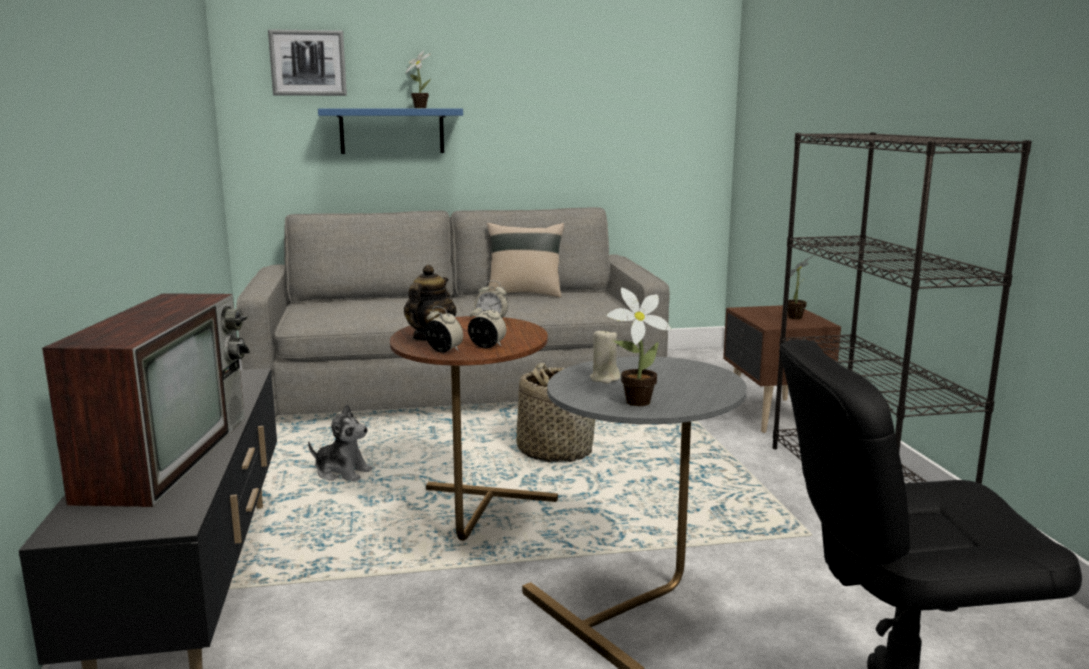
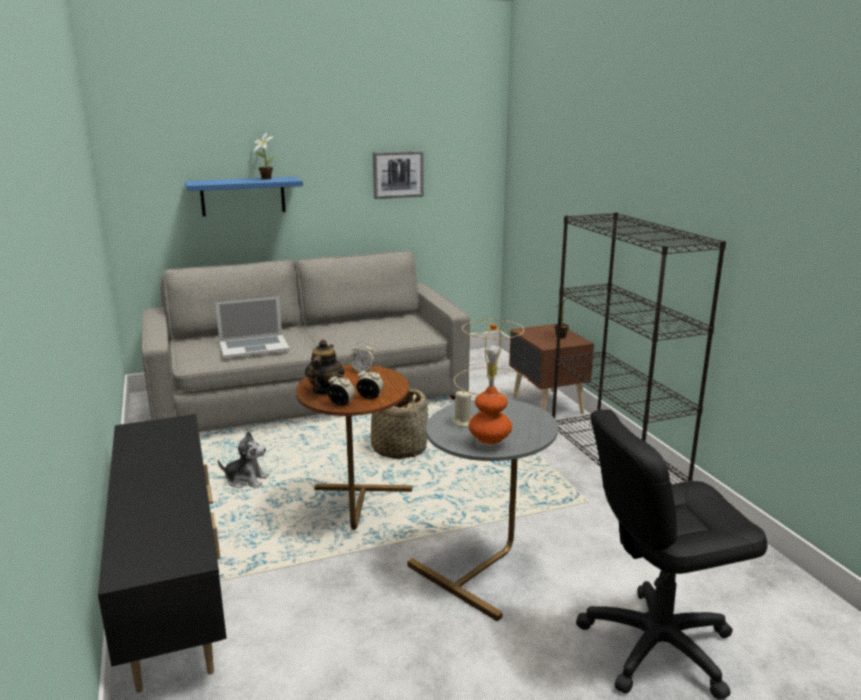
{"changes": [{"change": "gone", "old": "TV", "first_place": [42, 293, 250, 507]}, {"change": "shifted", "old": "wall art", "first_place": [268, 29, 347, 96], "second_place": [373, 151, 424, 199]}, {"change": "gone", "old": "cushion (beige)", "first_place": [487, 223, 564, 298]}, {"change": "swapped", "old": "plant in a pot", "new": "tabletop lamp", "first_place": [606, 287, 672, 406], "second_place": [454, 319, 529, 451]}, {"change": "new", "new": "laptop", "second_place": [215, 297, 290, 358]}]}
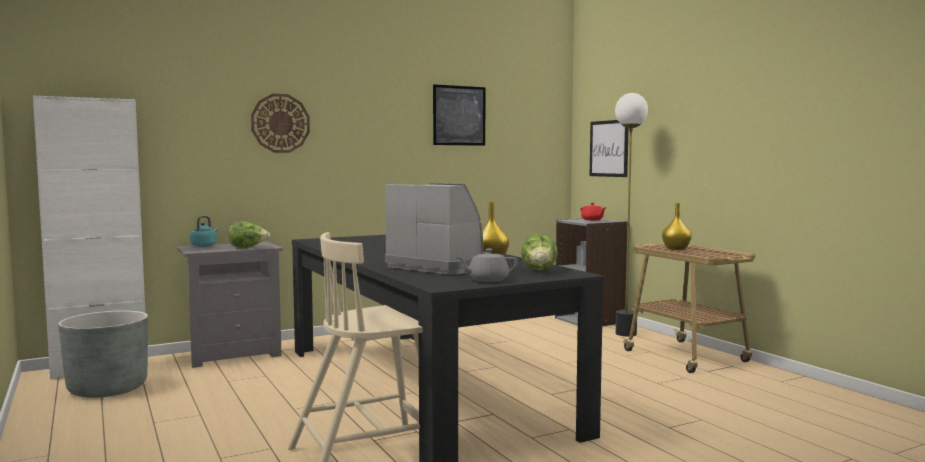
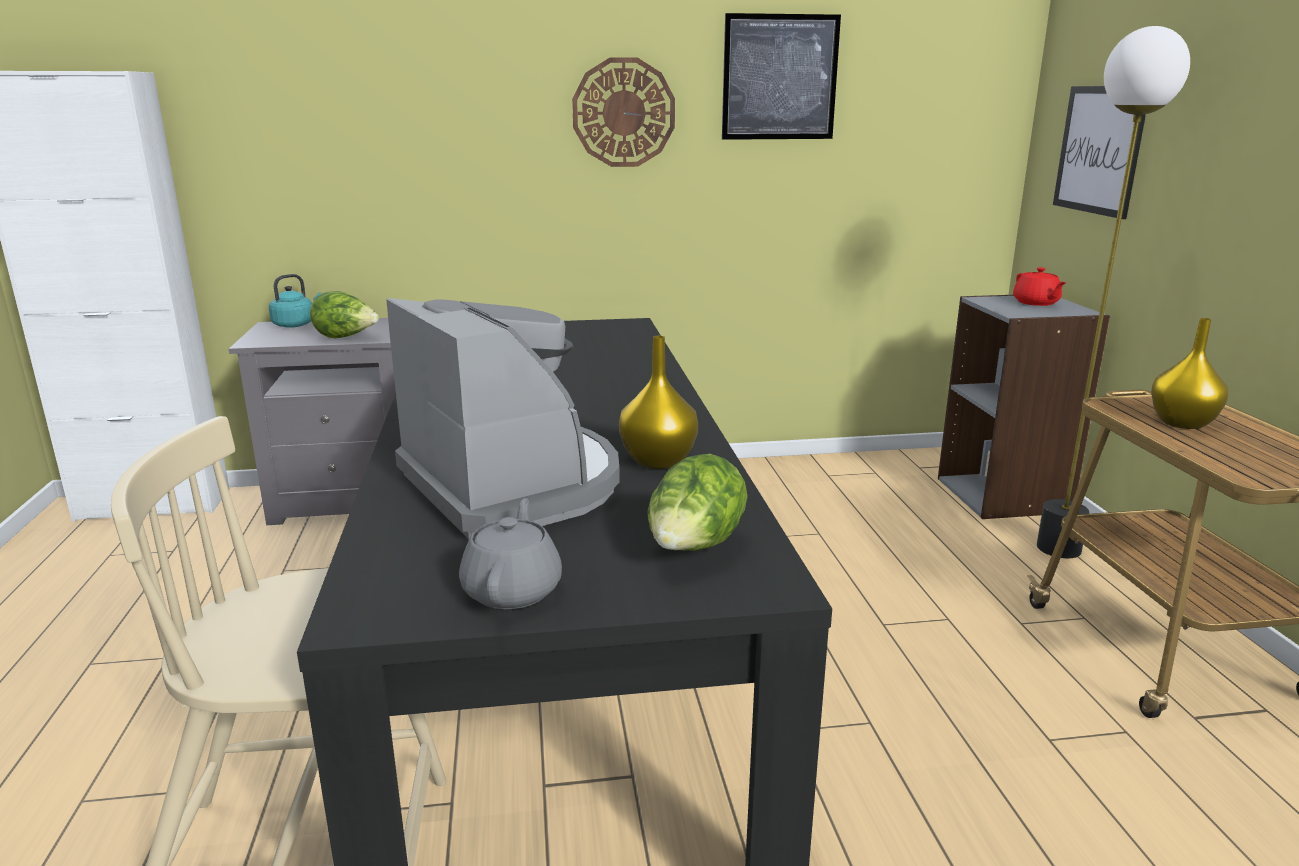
{"changes": [{"change": "gone", "old": "planter (greyish)", "first_place": [58, 310, 148, 398]}, {"change": "shifted", "old": "clock on the wall", "first_place": [251, 94, 310, 153], "second_place": [572, 57, 675, 167]}, {"change": "rotated", "old": "teapot (greyish)", "first_place": [456, 249, 518, 282], "second_place": [459, 498, 562, 609], "degrees": 90}]}
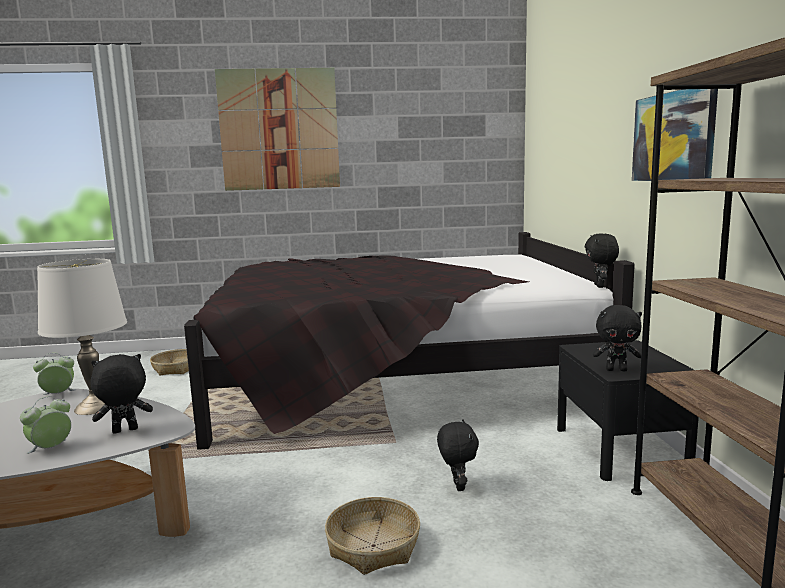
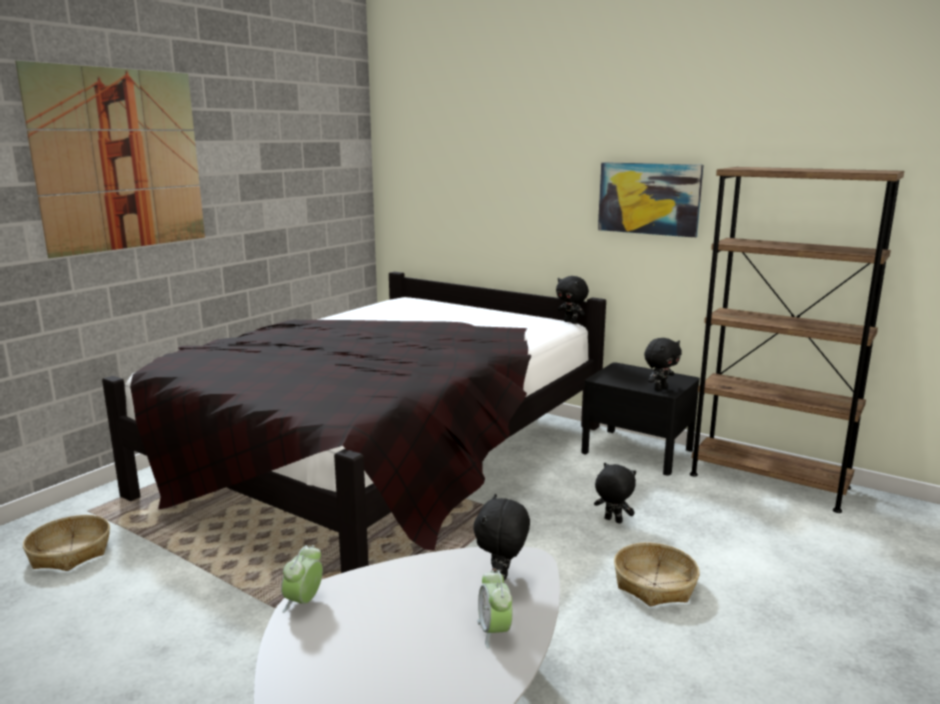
{"changes": [{"change": "gone", "old": "tabletop lamp (whitish)", "first_place": [37, 259, 127, 415]}]}
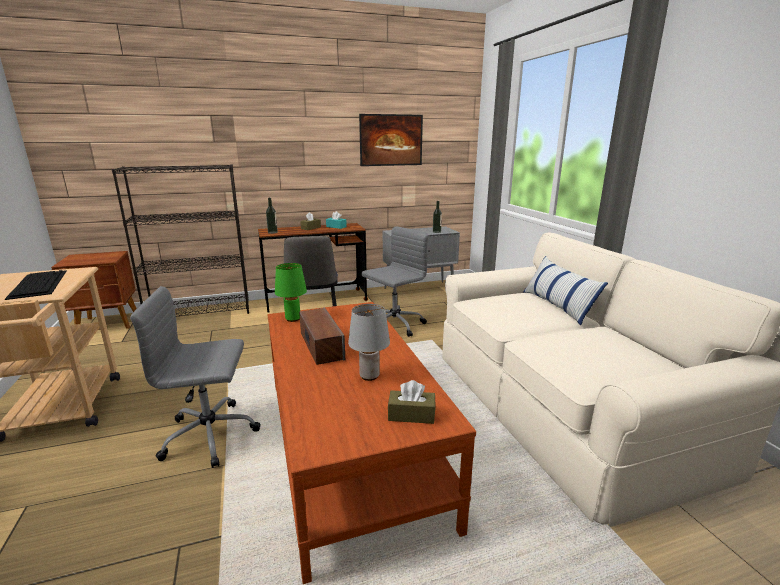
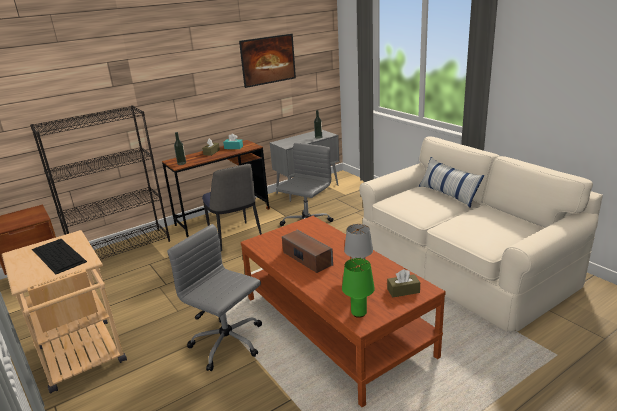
{"changes": [{"change": "rotated", "old": "desk chair (greyish)", "first_place": [130, 286, 260, 468], "second_place": [167, 224, 262, 371], "degrees": 60}, {"change": "shifted", "old": "tabletop lamp (greenish)", "first_place": [275, 263, 307, 322], "second_place": [342, 258, 375, 318]}]}
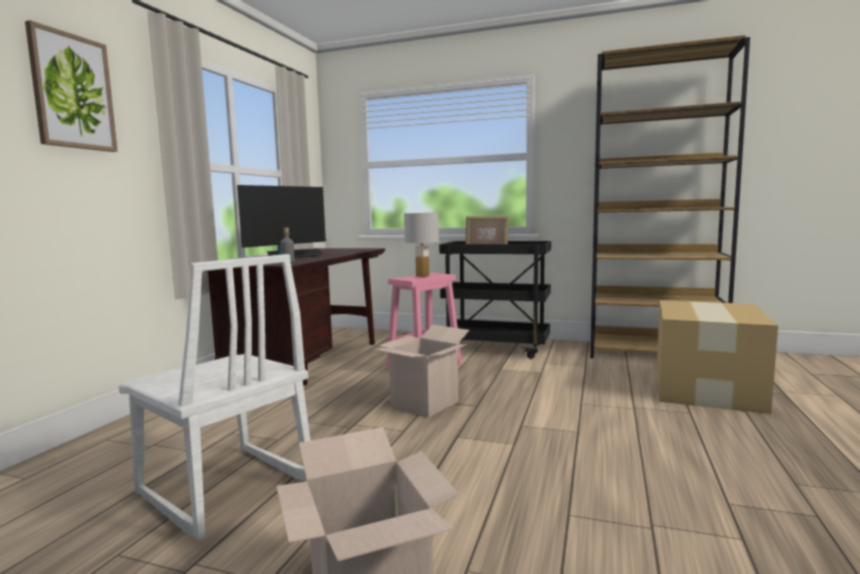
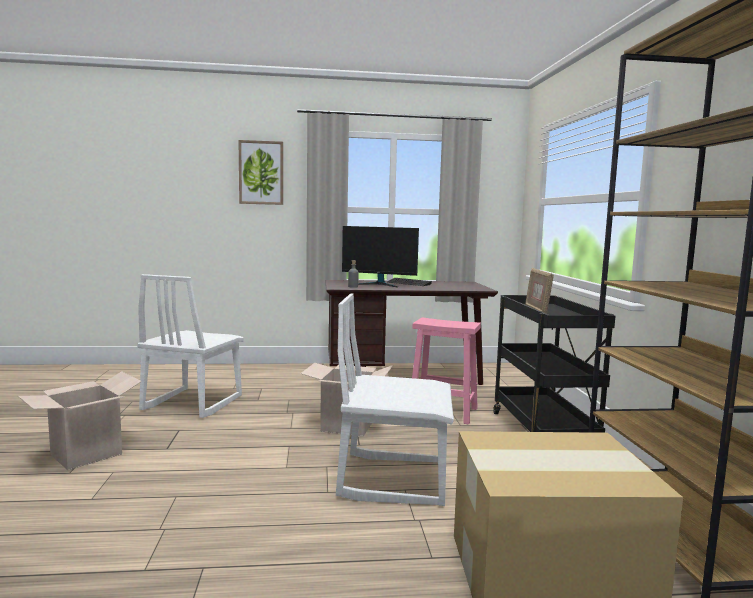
{"changes": [{"change": "gone", "old": "tabletop lamp (whitish)", "first_place": [404, 213, 439, 277]}, {"change": "new", "new": "upright chair (whitish)", "second_place": [336, 293, 454, 506]}]}
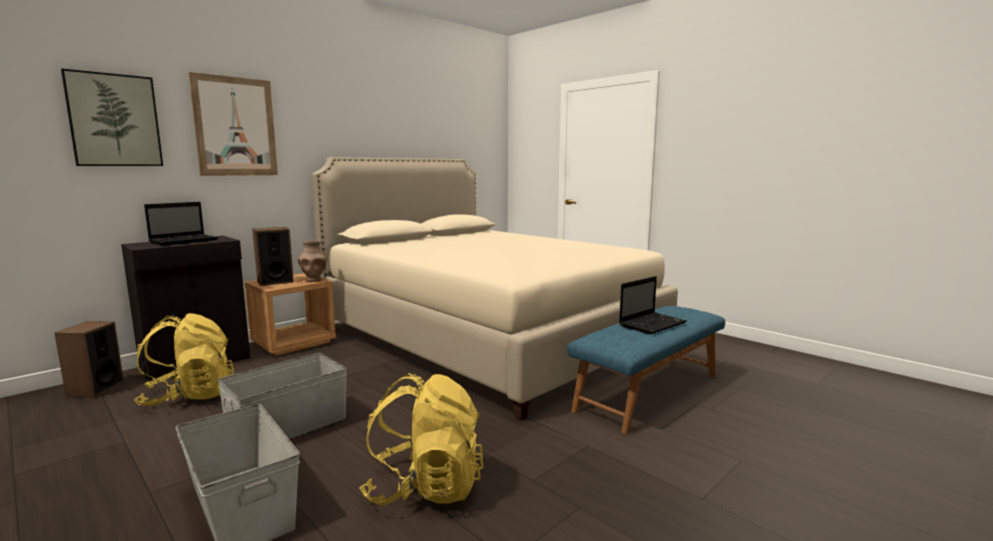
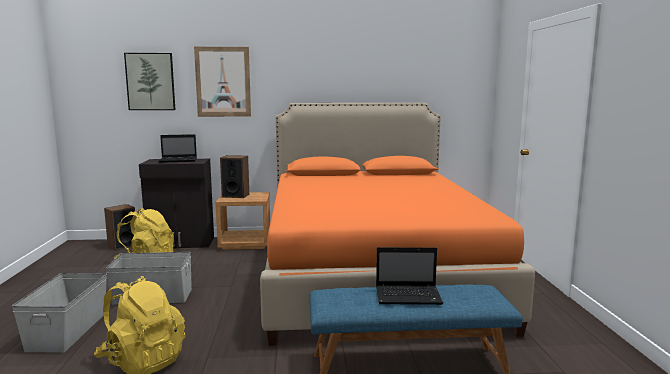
{"changes": [{"change": "gone", "old": "vase (brownish)", "first_place": [298, 240, 327, 282]}, {"change": "repainted", "old": "bed (beige)", "new": "bed (orange)", "first_place": [311, 157, 678, 420], "second_place": [260, 103, 535, 346]}]}
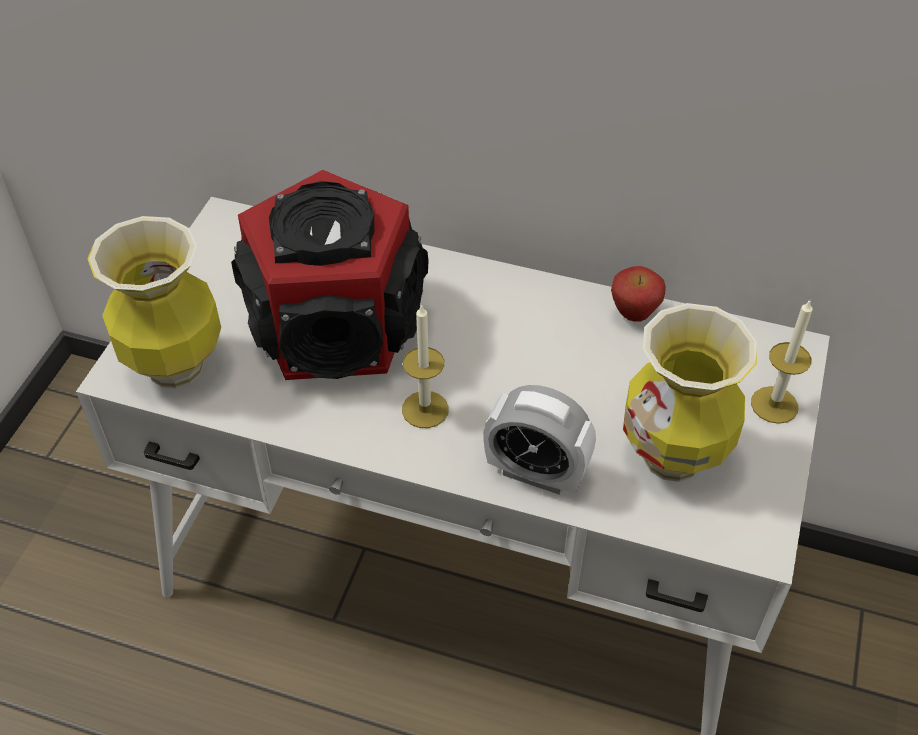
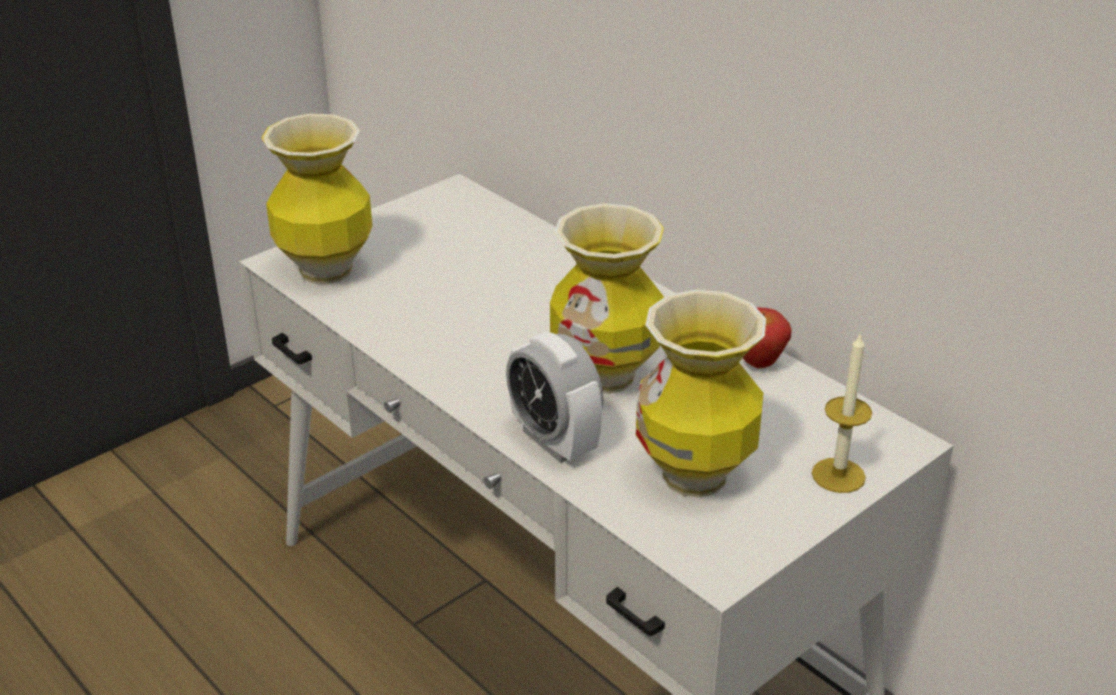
{"changes": [{"change": "gone", "old": "audio speaker", "first_place": [231, 170, 429, 380]}, {"change": "gone", "old": "candle", "first_place": [402, 304, 449, 428]}, {"change": "new", "new": "vase", "second_place": [550, 203, 664, 394]}]}
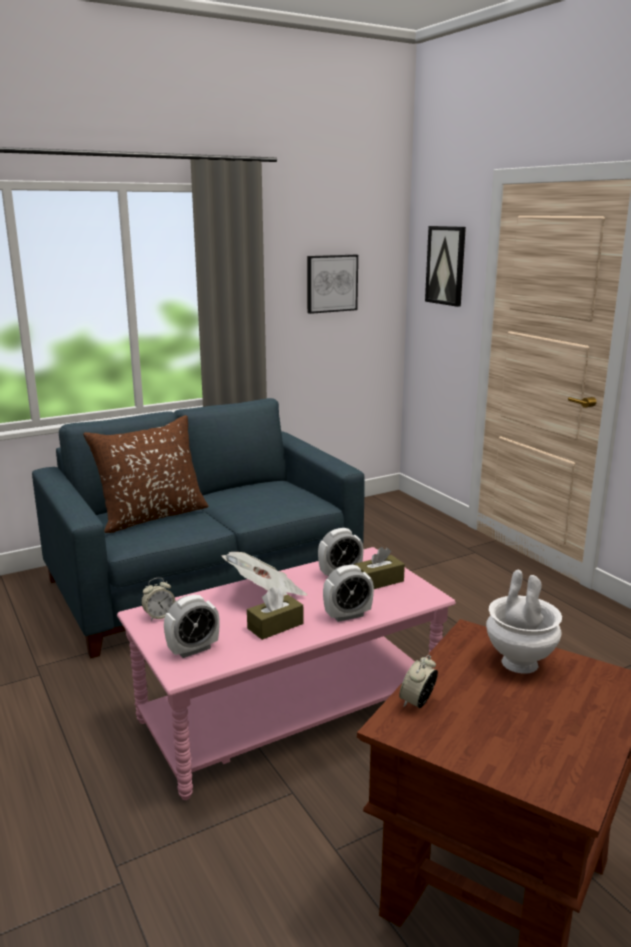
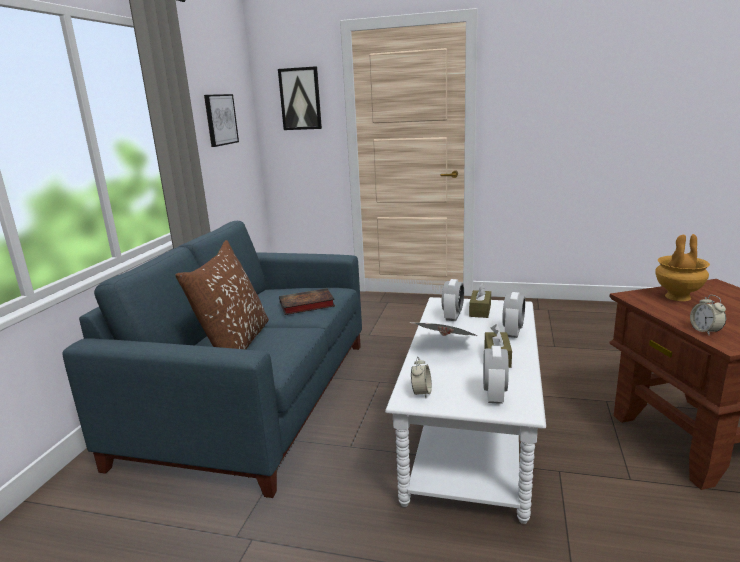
{"changes": [{"change": "repainted", "old": "lounge table (pink)", "new": "lounge table (whitish)", "first_place": [117, 547, 456, 800], "second_place": [385, 297, 546, 524]}, {"change": "repainted", "old": "vase (whitish)", "new": "vase (brownish)", "first_place": [486, 570, 562, 674], "second_place": [655, 234, 710, 301]}, {"change": "new", "new": "bound book", "second_place": [279, 288, 335, 315]}]}
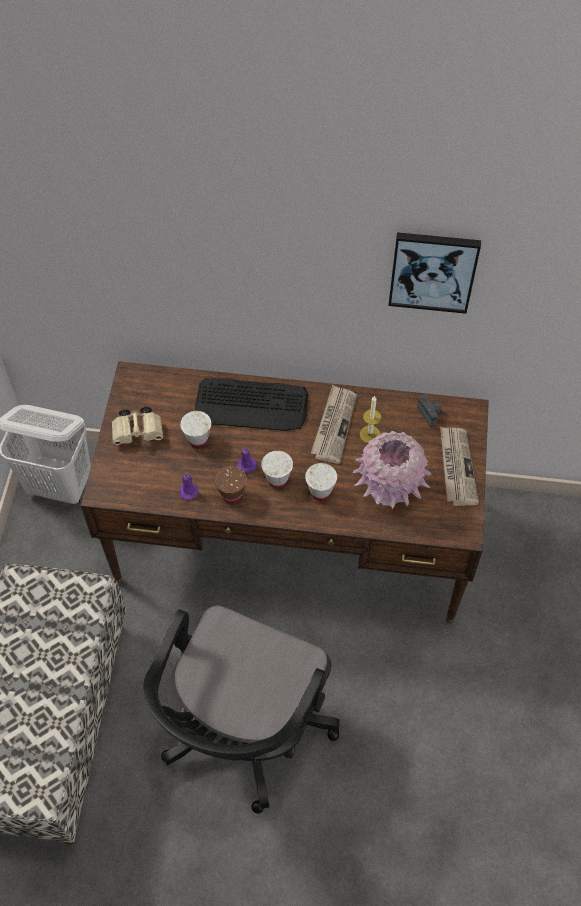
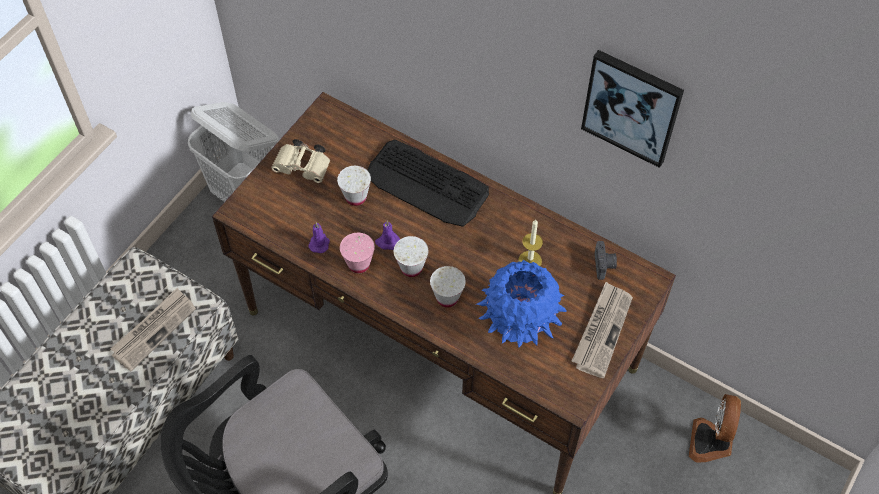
{"changes": [{"change": "repainted", "old": "cup (brownish)", "new": "cup (pink)", "first_place": [215, 466, 247, 503], "second_place": [340, 233, 375, 273]}, {"change": "shifted", "old": "printed paper", "first_place": [311, 384, 357, 464], "second_place": [110, 288, 196, 371]}, {"change": "repainted", "old": "vase (pink)", "new": "vase (bluish)", "first_place": [353, 431, 431, 509], "second_place": [476, 260, 566, 347]}, {"change": "new", "new": "fan", "second_place": [689, 394, 741, 463]}]}
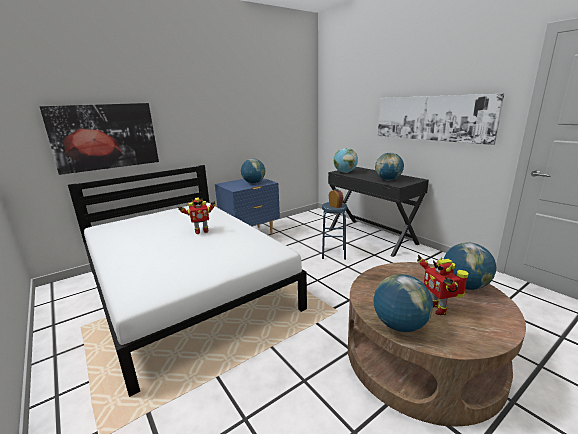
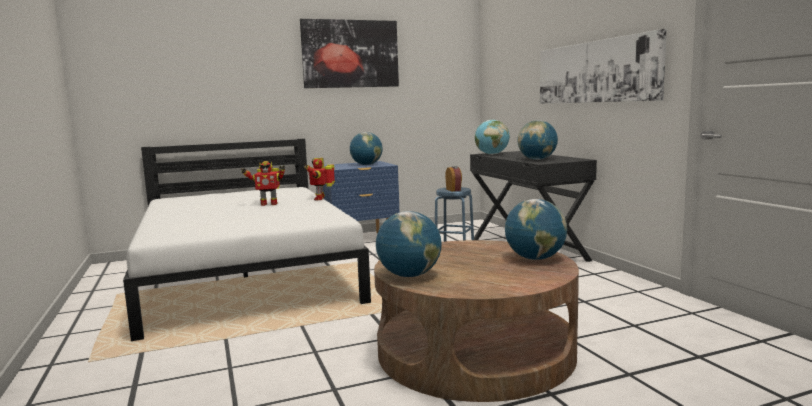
{"changes": [{"change": "shifted", "old": "wall art", "first_place": [39, 103, 159, 175], "second_place": [300, 19, 399, 88]}, {"change": "shifted", "old": "toy robot", "first_place": [417, 255, 468, 315], "second_place": [304, 158, 335, 200]}]}
